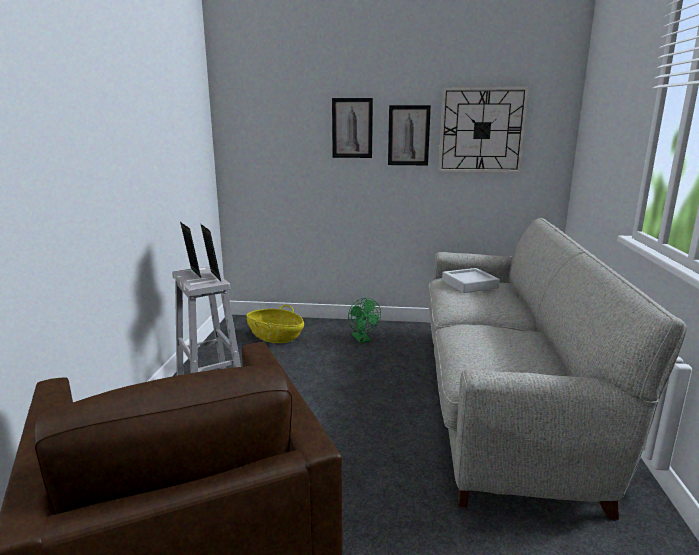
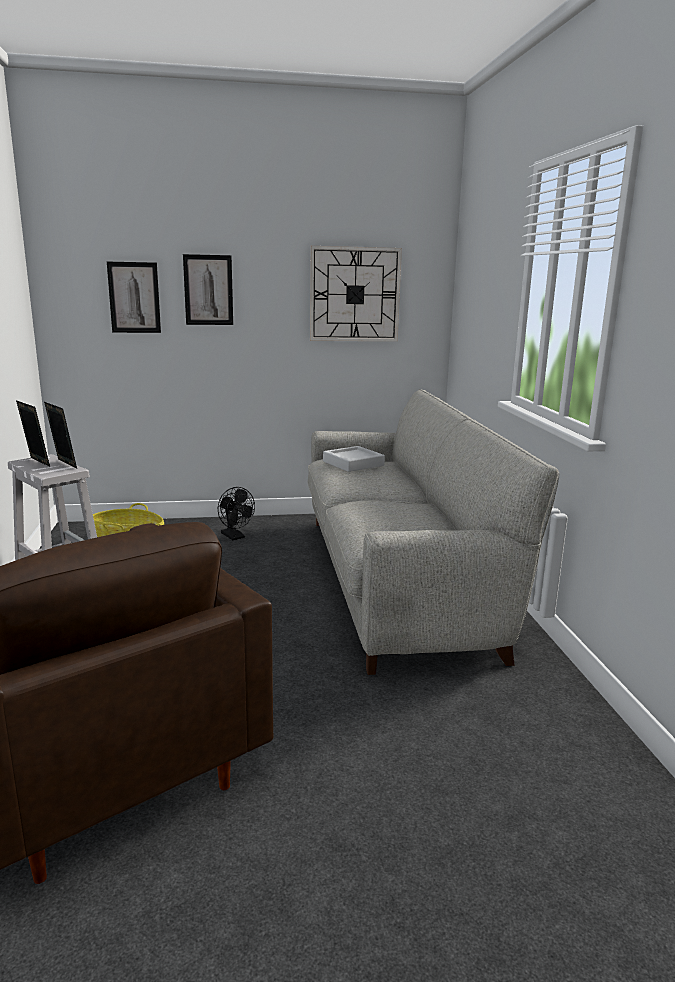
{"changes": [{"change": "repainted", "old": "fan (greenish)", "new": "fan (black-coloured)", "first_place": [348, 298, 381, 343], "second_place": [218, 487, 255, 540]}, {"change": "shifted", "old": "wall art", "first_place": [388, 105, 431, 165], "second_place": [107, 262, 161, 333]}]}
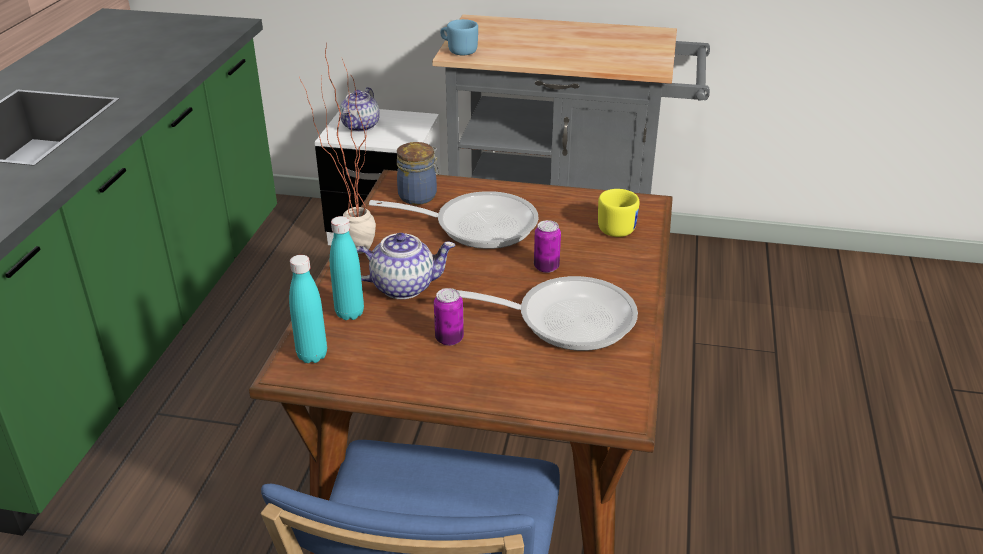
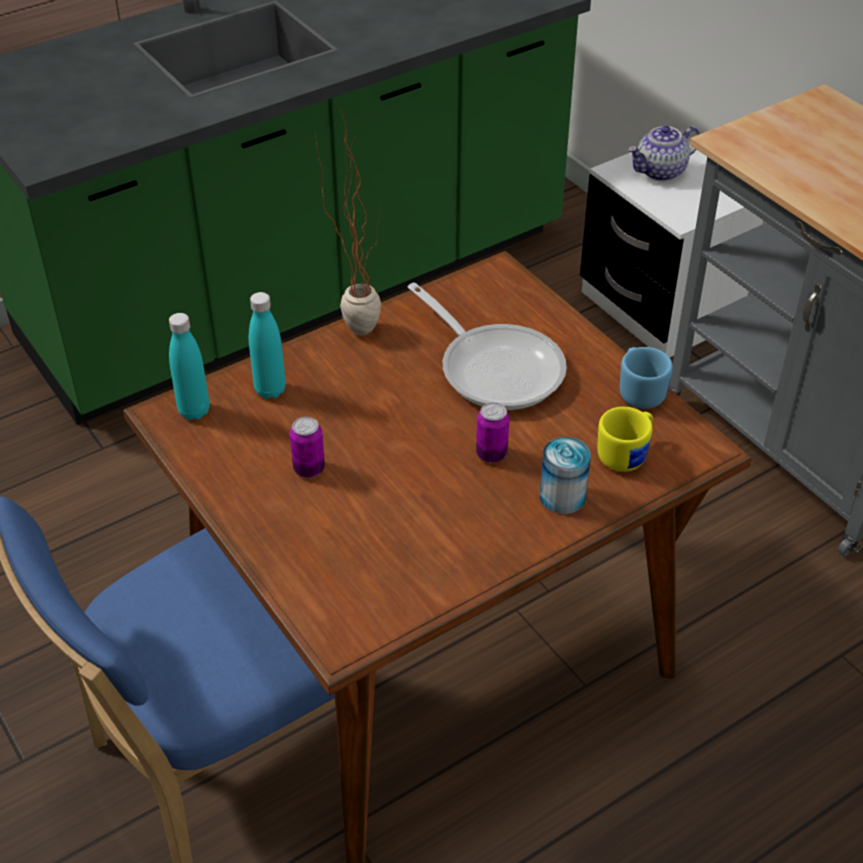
{"changes": [{"change": "gone", "old": "teapot", "first_place": [356, 233, 455, 299]}, {"change": "gone", "old": "jar", "first_place": [397, 142, 439, 205]}, {"change": "shifted", "old": "coffee mug (bluish)", "first_place": [440, 19, 478, 55], "second_place": [620, 347, 673, 409]}, {"change": "gone", "old": "pan", "first_place": [457, 276, 638, 351]}, {"change": "new", "new": "sealed can", "second_place": [540, 437, 591, 514]}]}
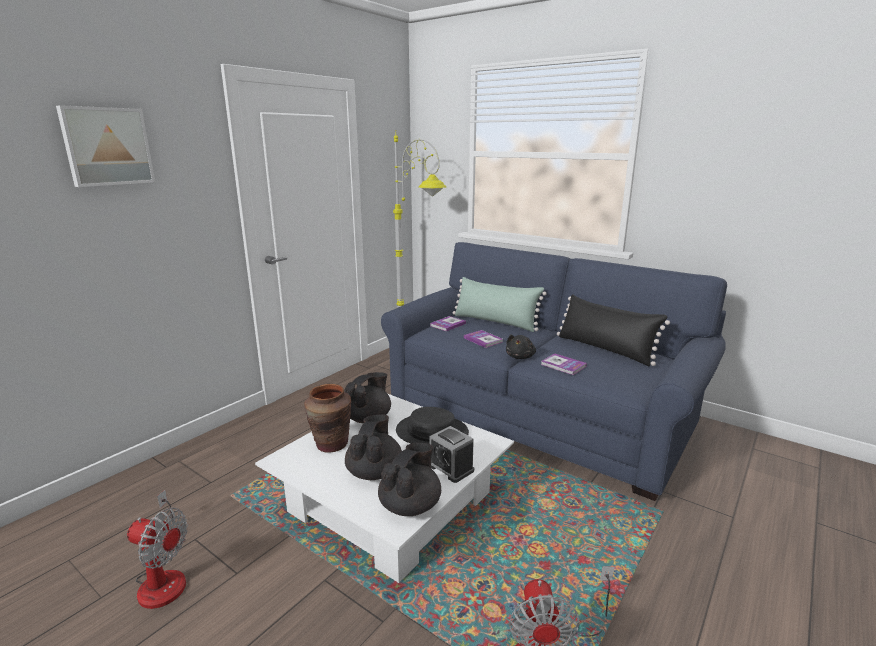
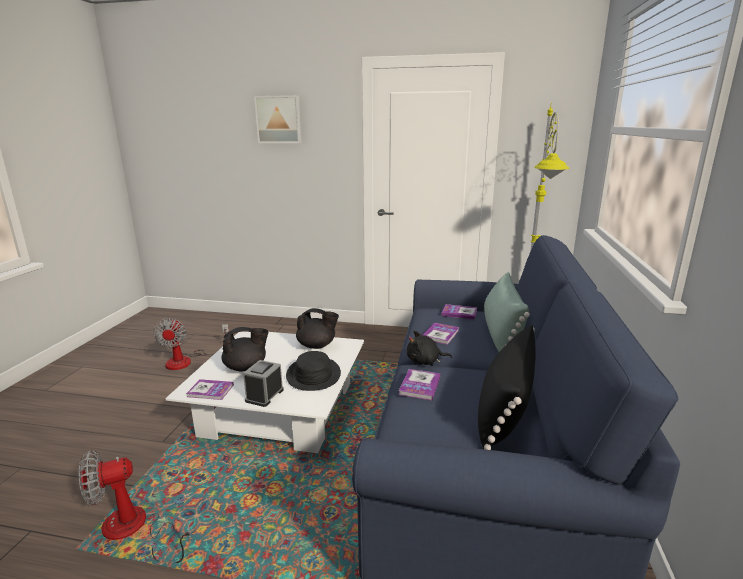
{"changes": [{"change": "gone", "old": "vase (brownish)", "first_place": [304, 384, 351, 453]}, {"change": "swapped", "old": "teapot (black-coloured)", "new": "bound book", "first_place": [378, 443, 441, 516], "second_place": [186, 379, 234, 400]}]}
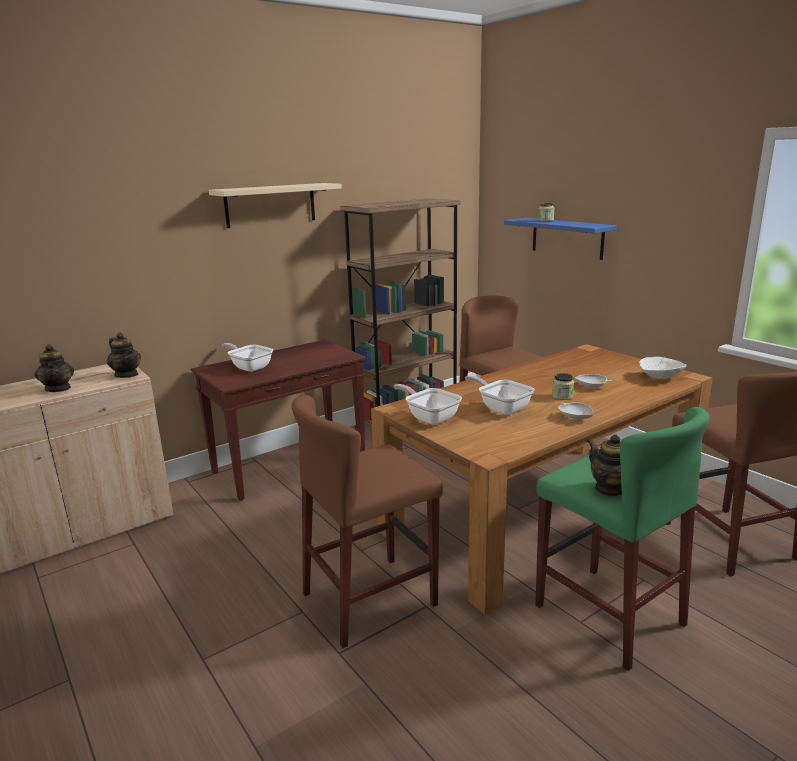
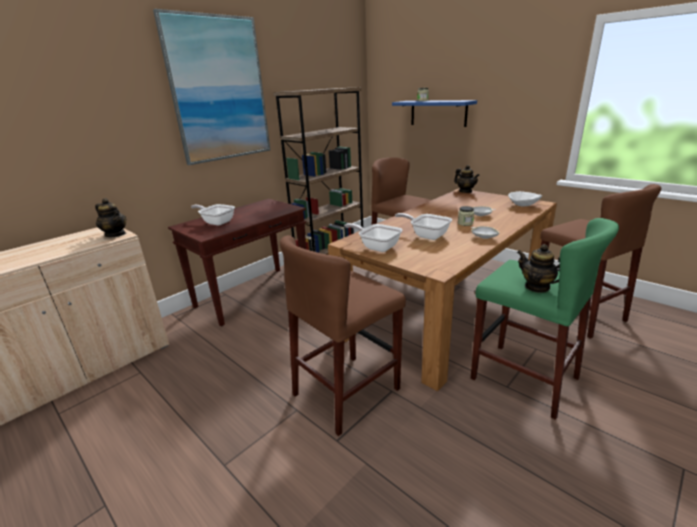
{"changes": [{"change": "shifted", "old": "teapot", "first_place": [34, 344, 74, 392], "second_place": [454, 165, 480, 193]}, {"change": "swapped", "old": "wall shelf (beige)", "new": "wall art", "first_place": [209, 183, 342, 228], "second_place": [153, 9, 270, 165]}]}
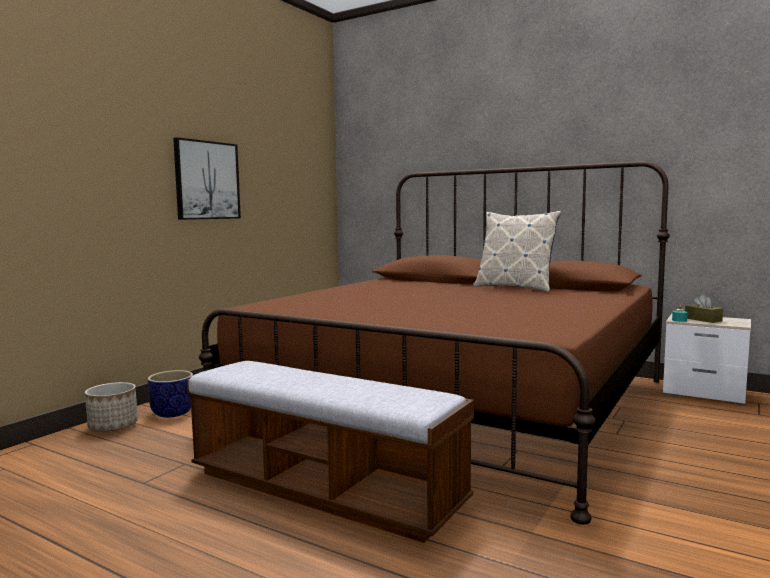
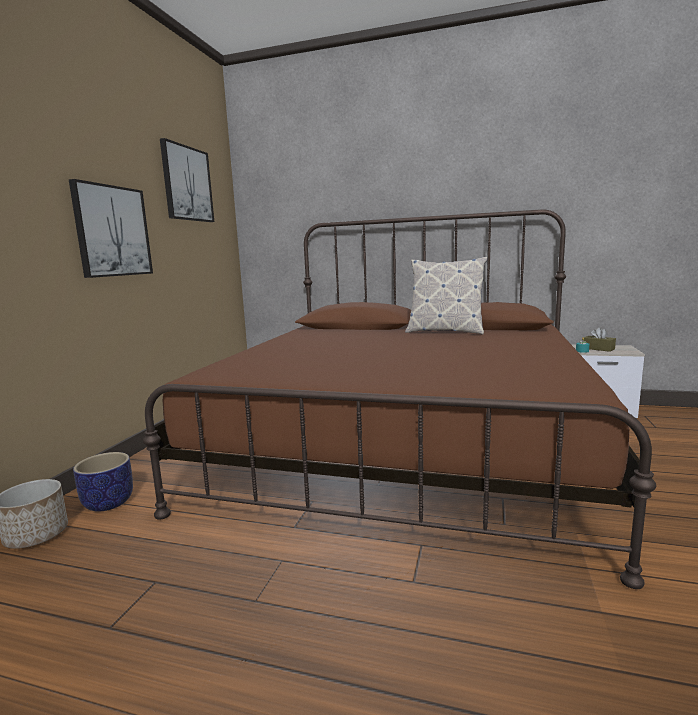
{"changes": [{"change": "gone", "old": "long seat", "first_place": [187, 361, 474, 543]}, {"change": "new", "new": "wall art", "second_place": [160, 138, 214, 222]}]}
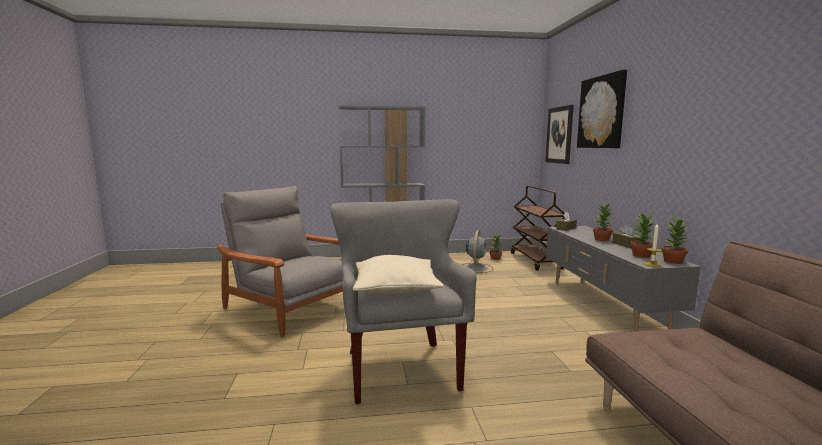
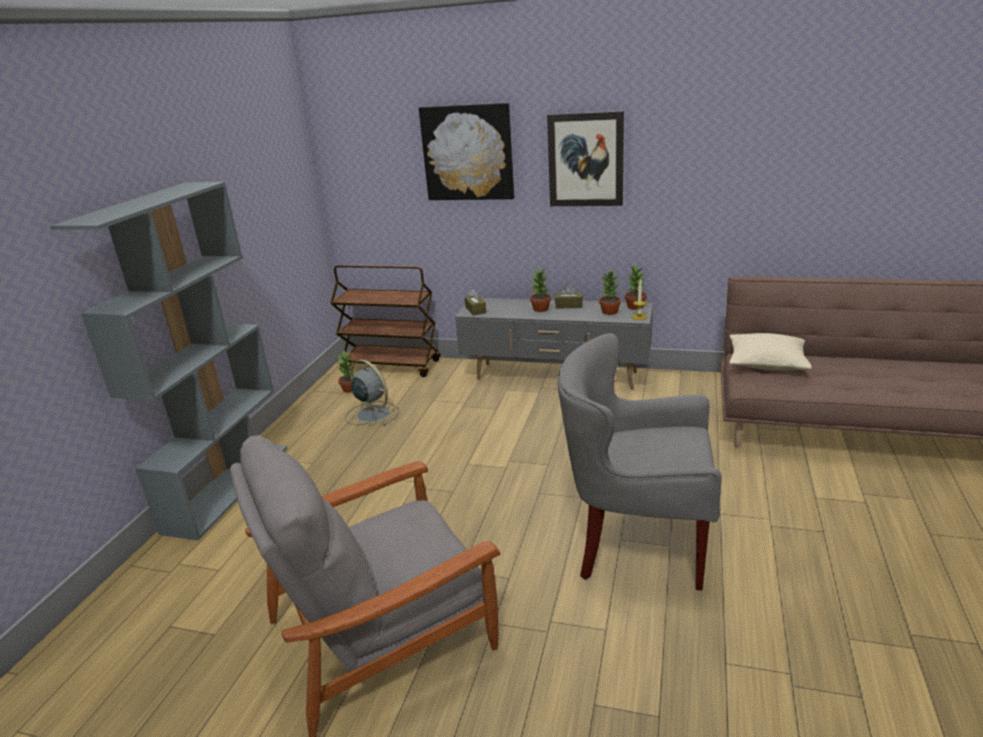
{"changes": [{"change": "shifted", "old": "cushion (beige)", "first_place": [353, 255, 444, 295], "second_place": [729, 333, 812, 371]}, {"change": "shifted", "old": "wall art", "first_place": [545, 105, 574, 164], "second_place": [547, 111, 624, 206]}]}
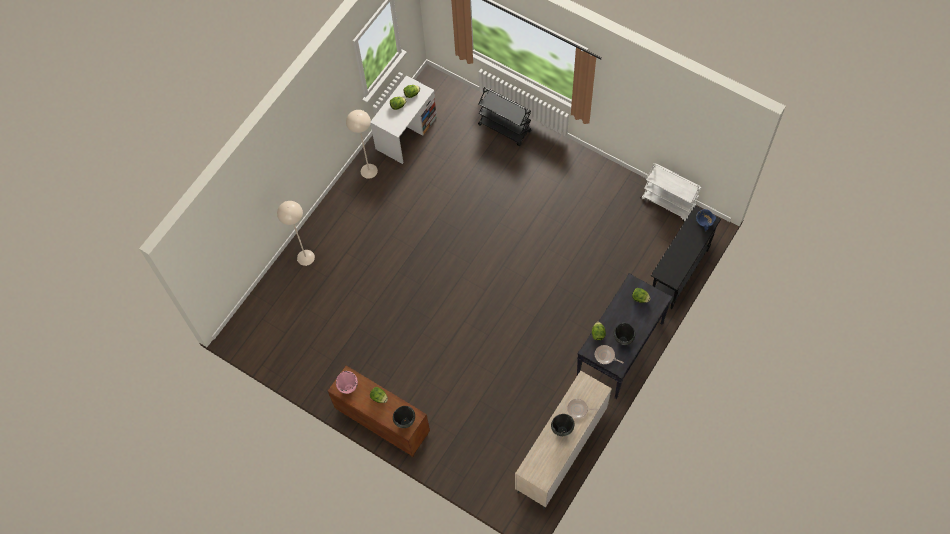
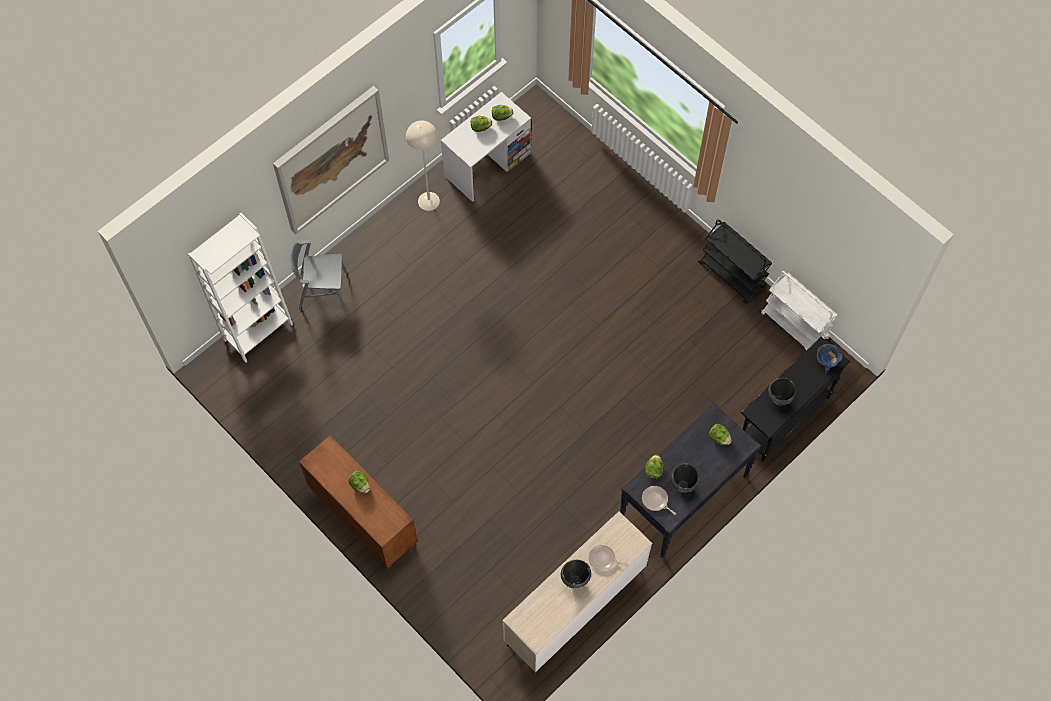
{"changes": [{"change": "swapped", "old": "standing lamp (beige)", "new": "upright chair (greyish)", "first_place": [277, 201, 315, 266], "second_place": [290, 240, 347, 310]}, {"change": "gone", "old": "stockpot (pink)", "first_place": [336, 371, 358, 394]}, {"change": "shifted", "old": "stockpot (black-coloured)", "first_place": [393, 406, 415, 428], "second_place": [768, 378, 796, 406]}, {"change": "shifted", "old": "trolley (black-coloured)", "first_place": [478, 87, 532, 146], "second_place": [698, 219, 772, 304]}, {"change": "new", "new": "bookshelf (whitish)", "second_place": [188, 213, 293, 363]}, {"change": "new", "new": "wall art", "second_place": [273, 86, 389, 234]}]}
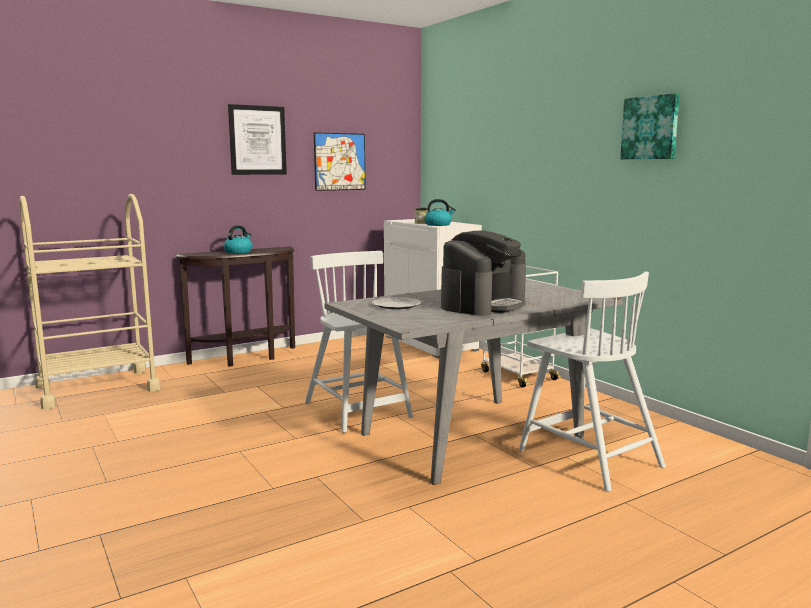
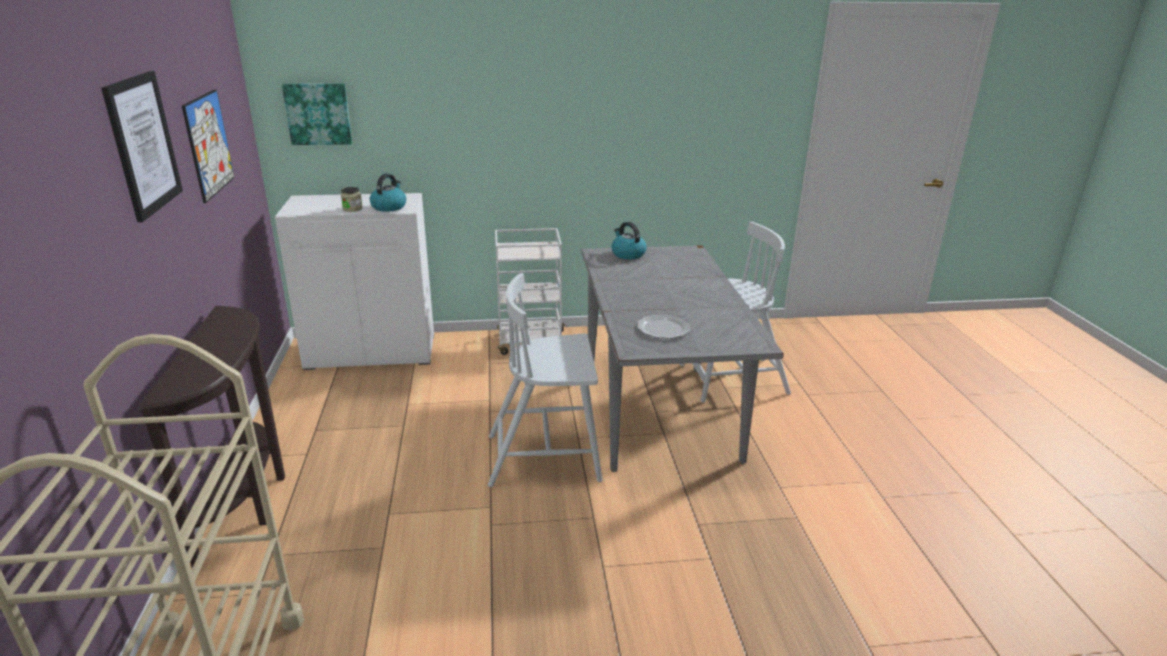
{"changes": [{"change": "shifted", "old": "kettle", "first_place": [224, 225, 253, 254], "second_place": [611, 222, 647, 259]}, {"change": "gone", "old": "coffee brewer", "first_place": [441, 230, 526, 316]}, {"change": "shifted", "old": "wall art", "first_place": [620, 93, 680, 159], "second_place": [282, 83, 352, 145]}]}
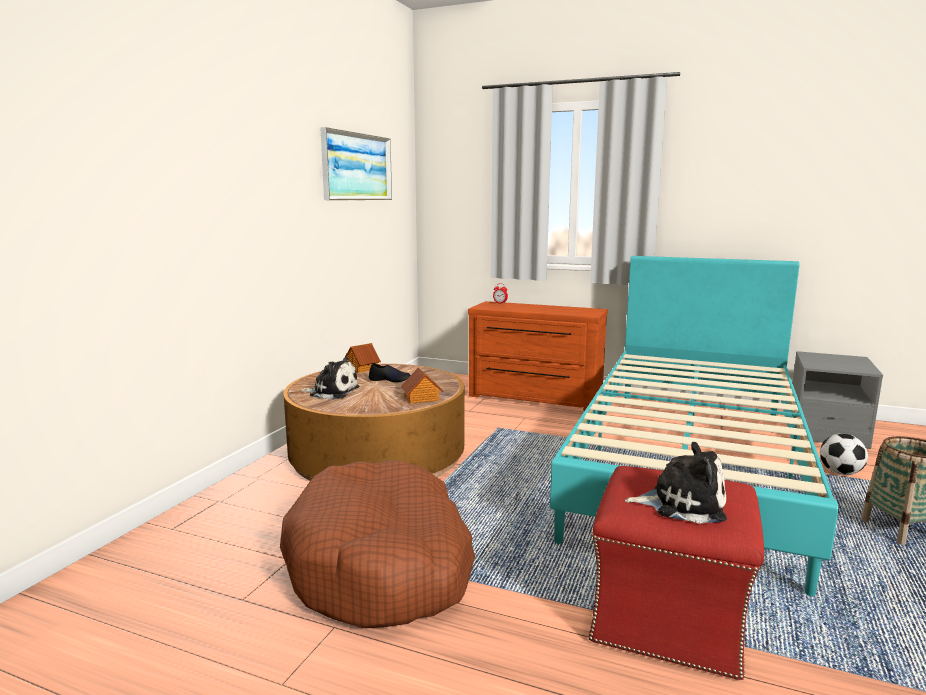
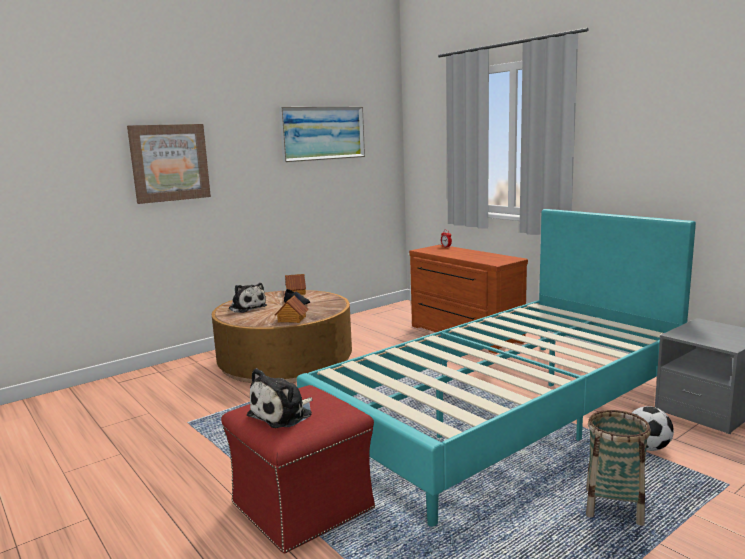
{"changes": [{"change": "gone", "old": "dog bed (brownish)", "first_place": [280, 460, 475, 628]}, {"change": "rotated", "old": "soft toy", "first_place": [625, 442, 727, 524], "second_place": [247, 368, 313, 428], "degrees": 90}, {"change": "new", "new": "wall art", "second_place": [127, 124, 211, 204]}]}
